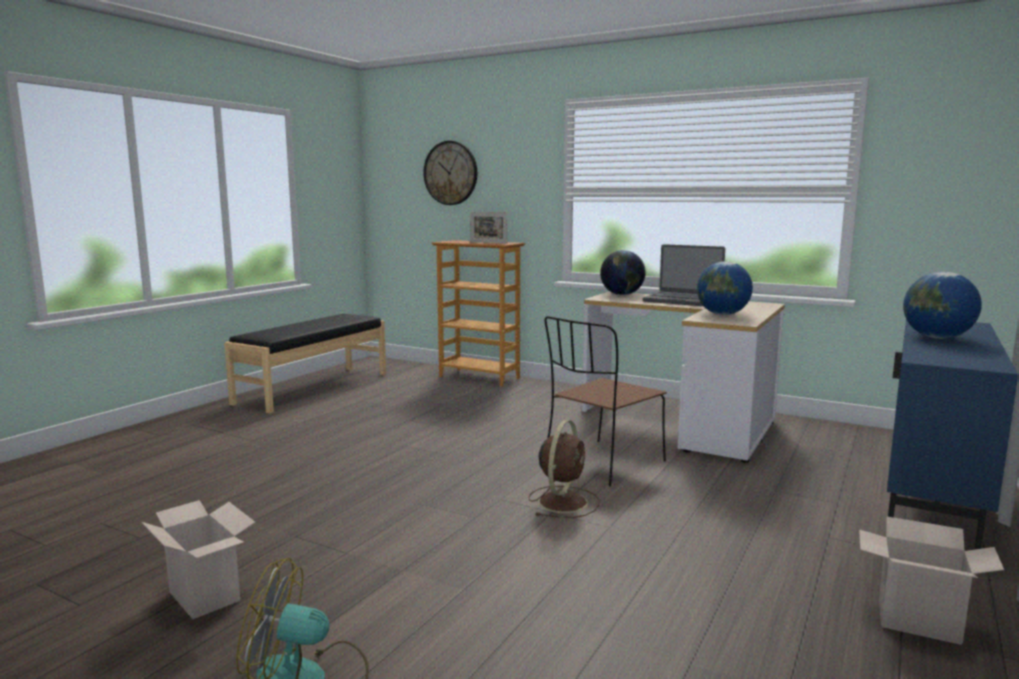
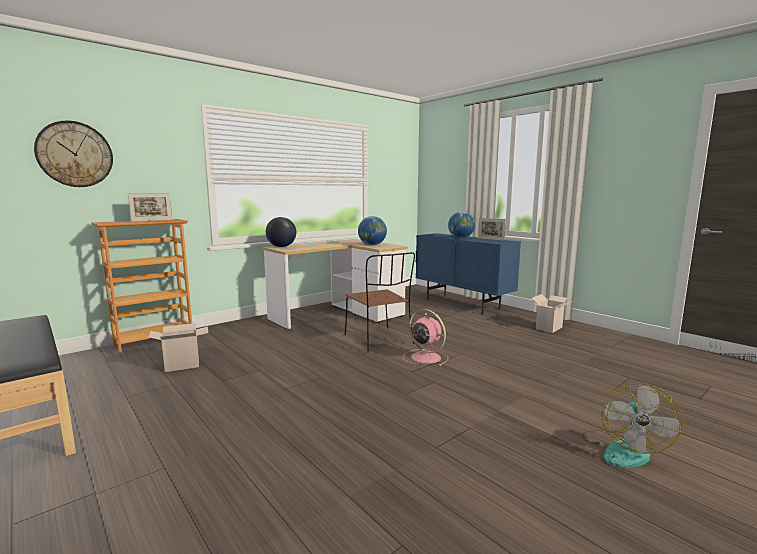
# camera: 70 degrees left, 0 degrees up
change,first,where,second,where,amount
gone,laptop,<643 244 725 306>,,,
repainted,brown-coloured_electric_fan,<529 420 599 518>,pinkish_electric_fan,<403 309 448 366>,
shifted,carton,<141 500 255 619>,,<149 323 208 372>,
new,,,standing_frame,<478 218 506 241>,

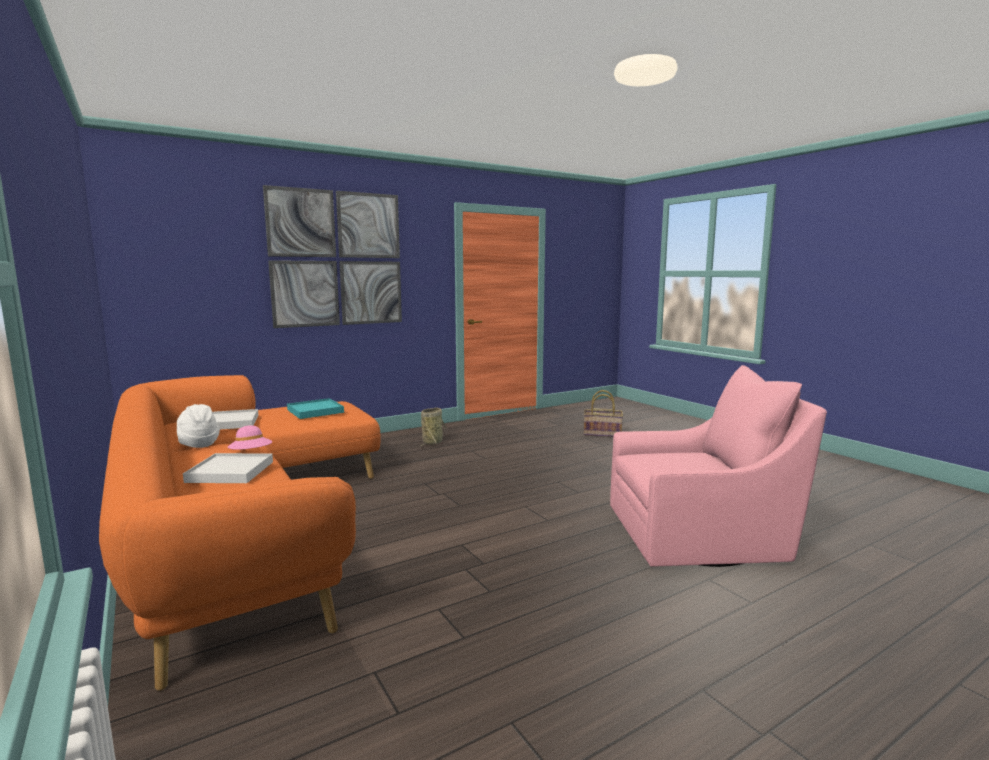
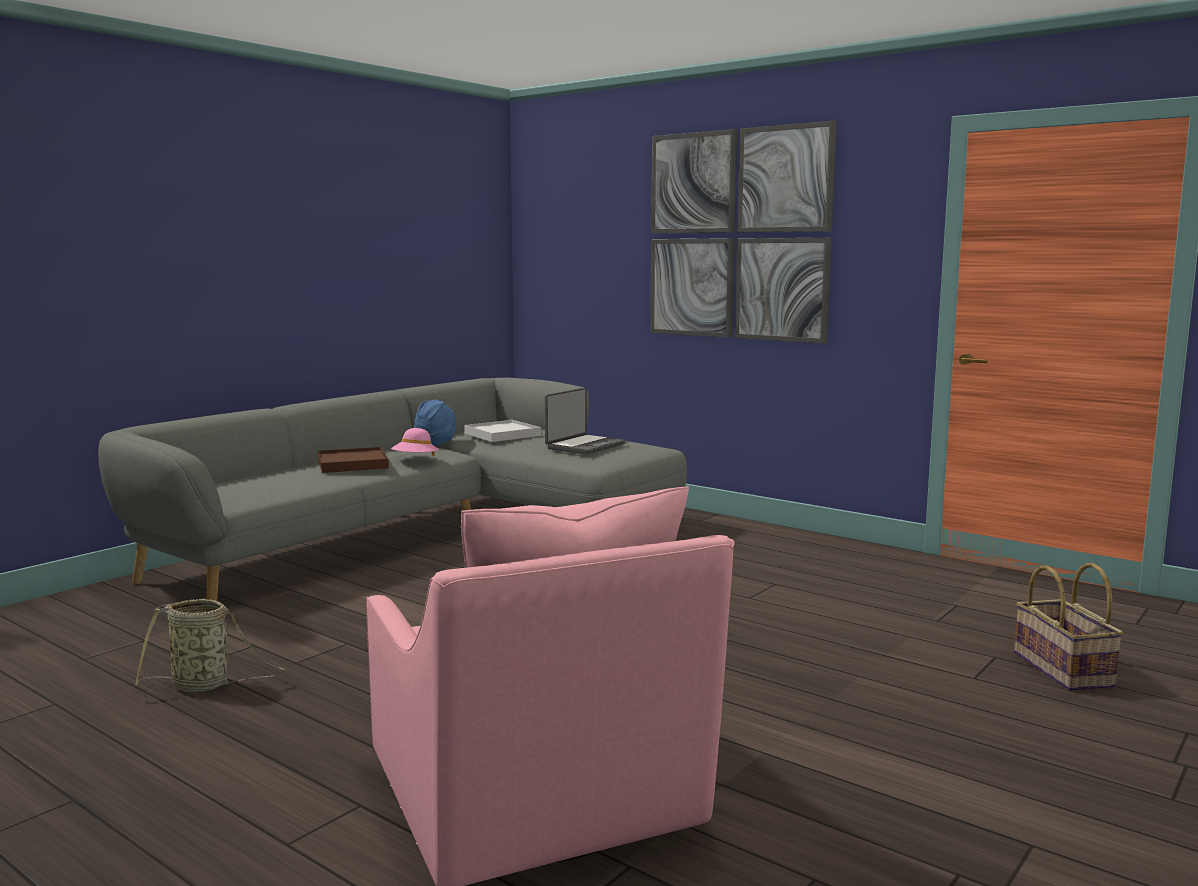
# camera: 70 degrees right, 0 degrees up
change,first,where,second,where,amount
repainted,orange-coloured_couch,<99 375 381 691>,grey_couch,<98 378 687 601>,
swapped,turquoise-coloured_serving_tray,<287 398 344 419>,laptop,<545 388 626 454>,
repainted,white-coloured_clothing_hat,<177 404 220 448>,blue-coloured_clothing_hat,<414 399 456 446>,
shifted,basket,<420 408 446 447>,,<135 599 285 692>,
repainted,white-coloured_serving_tray,<183 453 273 483>,brown-coloured_serving_tray,<318 447 389 473>,

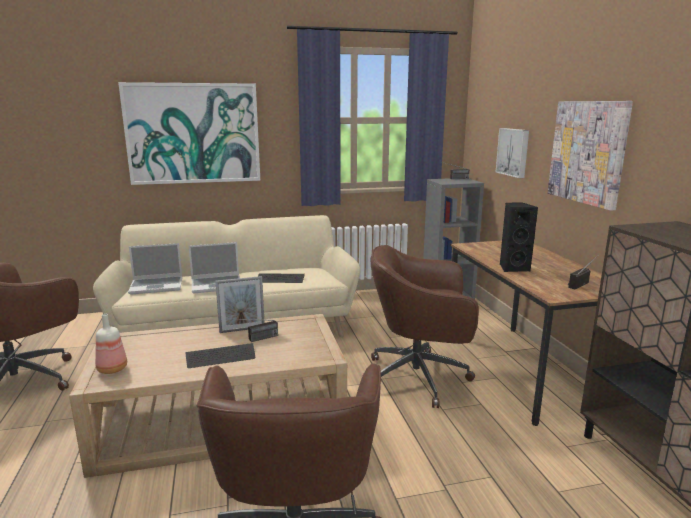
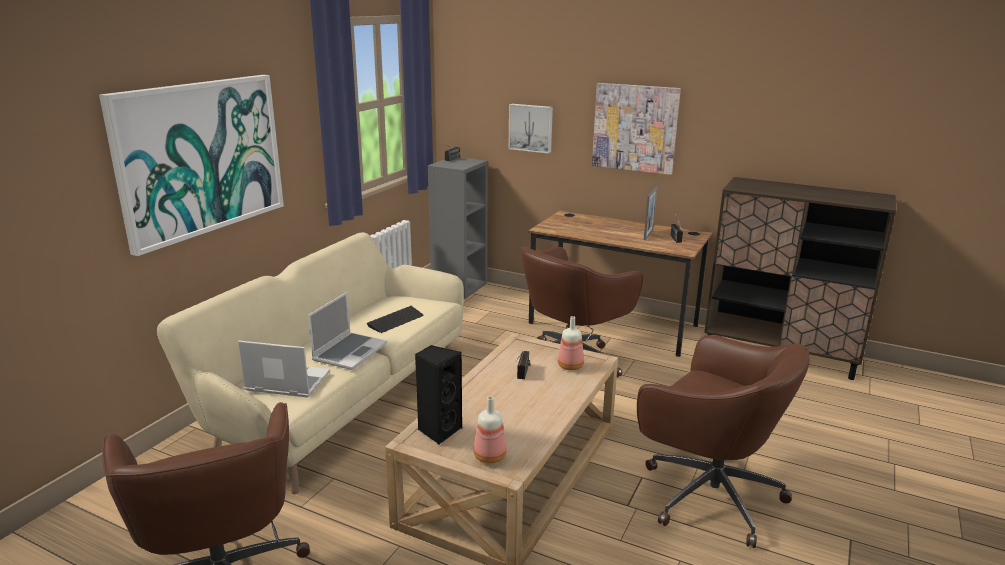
# camera: 50 degrees left, 5 degrees up
change,first,where,second,where,amount
shifted,blackish_speaker,<500 202 538 272>,,<415 345 462 445>,
rotated,laptop,<128 243 182 295>,,<238 340 330 397>,105 degrees counterclockwise
shifted,standing_frame,<215 276 265 333>,,<644 187 657 240>,
gone,computer_keyboard,<185 343 255 368>,,,
new,,,beverage_bottle,<558 316 584 370>,

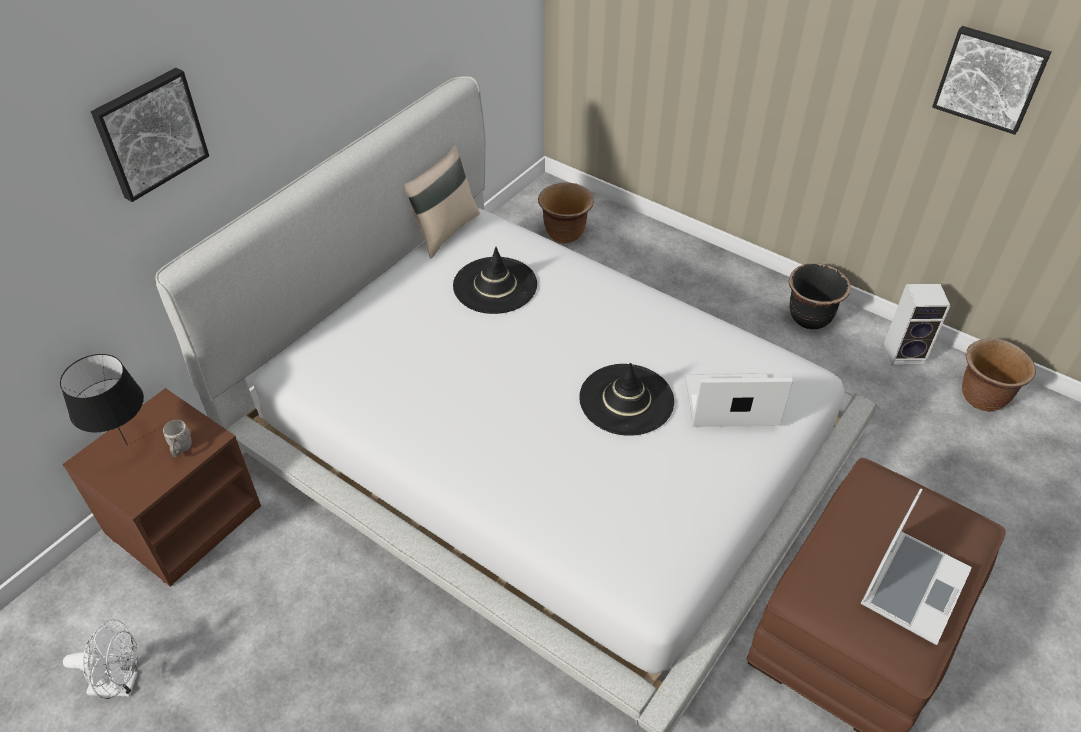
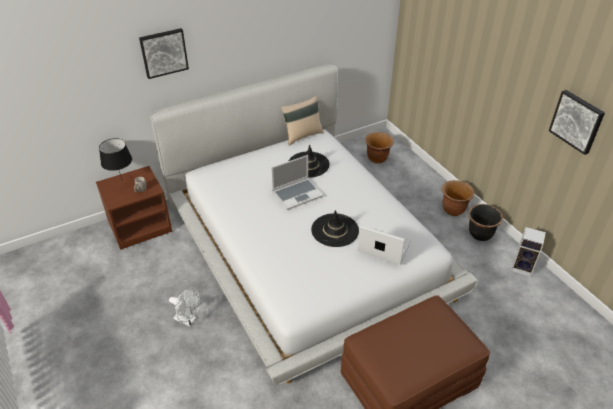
# camera: 25 degrees right, 5 degrees down
change,first,where,second,where,amount
shifted,brown-coloured_plant_pot,<962 339 1036 412>,,<442 180 474 216>,
shifted,laptop,<861 489 972 645>,,<271 155 323 210>,
shifted,white-coloured_electric_fan,<63 619 138 699>,,<169 287 200 326>,

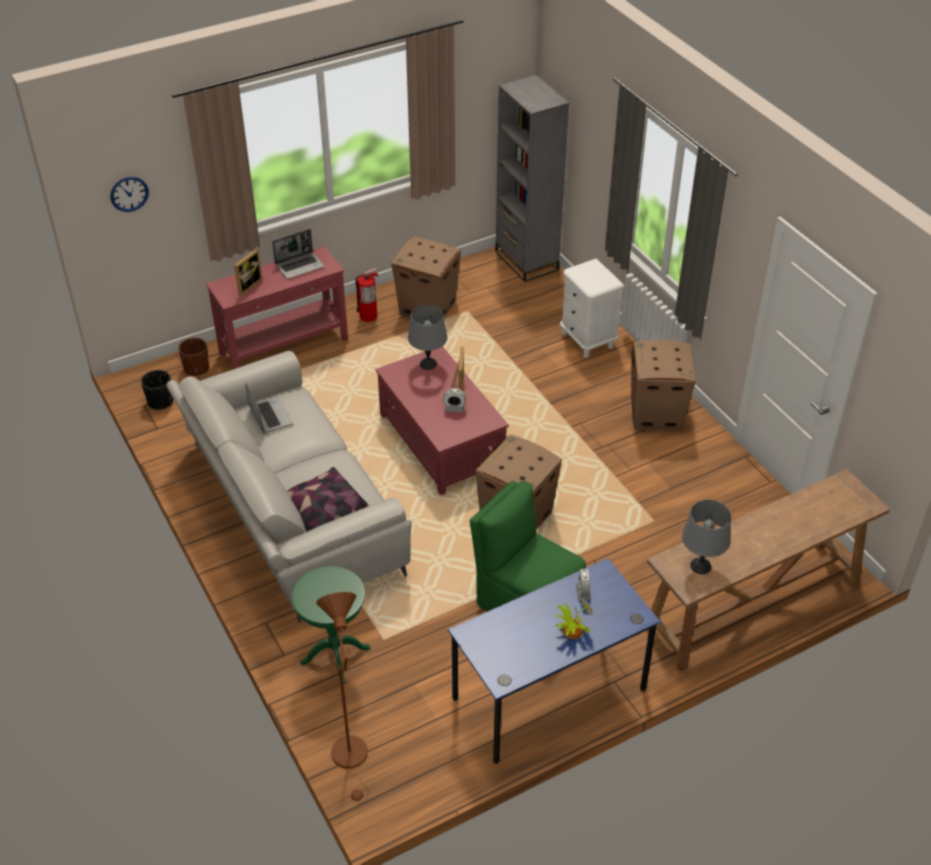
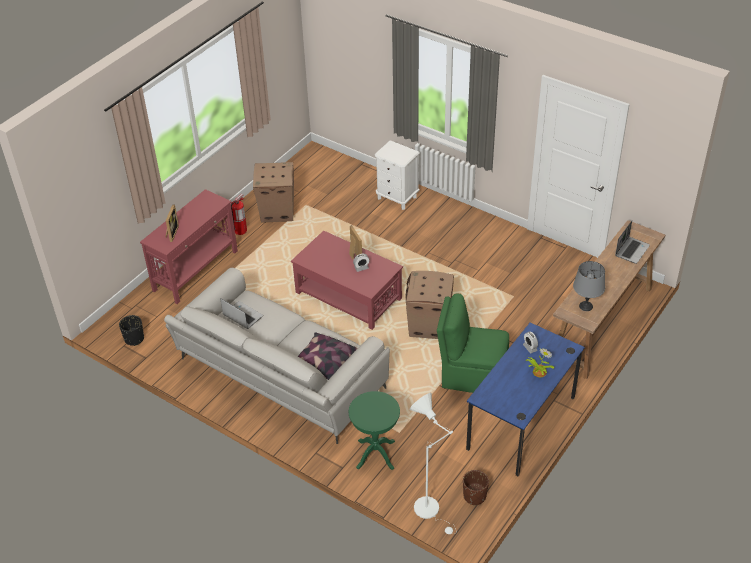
# camera: 25 degrees left, 0 degrees up
change,first,where,second,where,amount
gone,grey_bookshelf,<495 75 569 282>,,,
gone,wall_clock,<110 177 149 212>,,,
shifted,laptop,<272 229 325 279>,,<615 221 650 264>,
gone,grey_lamp_for_a_table,<408 305 448 370>,,,
shifted,brown-coloured_plant_pot,<178 337 209 376>,,<463 470 489 506>,
gone,carton,<631 340 696 430>,,,
repainted,brown-coloured_standard_lamp,<316 592 369 803>,white-coloured_standard_lamp,<410 393 457 534>,

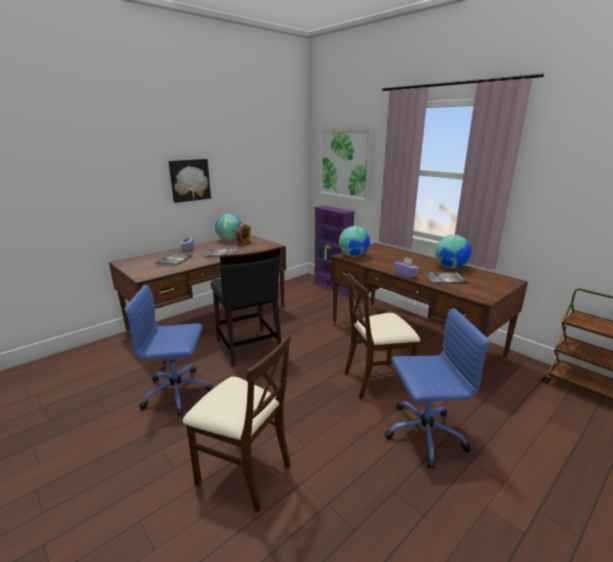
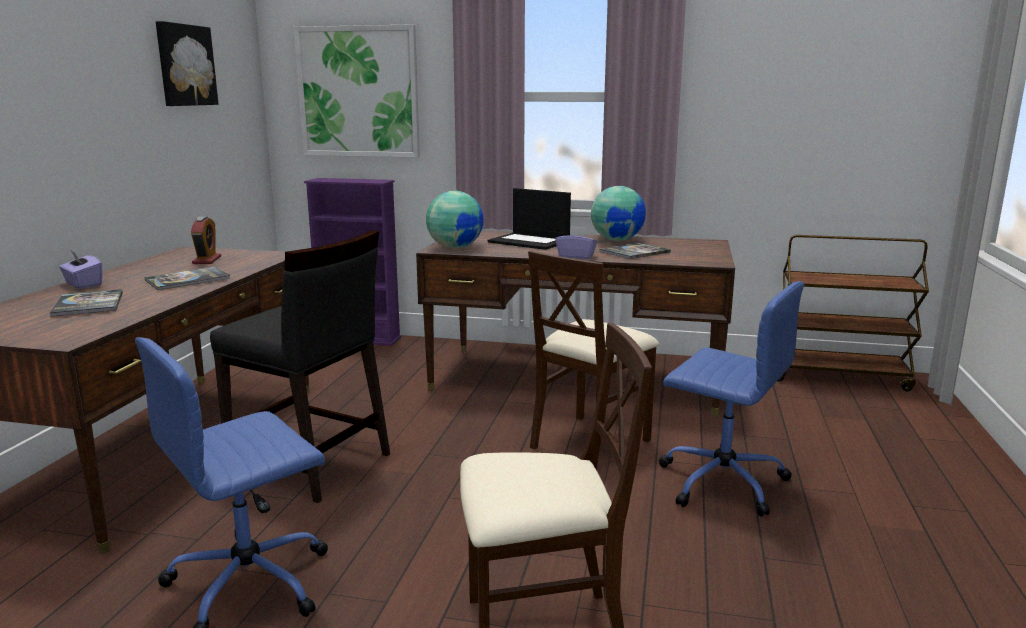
# camera: 35 degrees left, 5 degrees down
change,first,where,second,where,amount
shifted,wall_art,<169 159 211 203>,,<156 21 219 106>,
gone,world_globe,<215 214 242 241>,,,
rotated,blue-coloured_office_chair,<385 308 489 469>,,<659 281 804 517>,75 degrees clockwise
new,,,laptop,<488 188 571 250>,

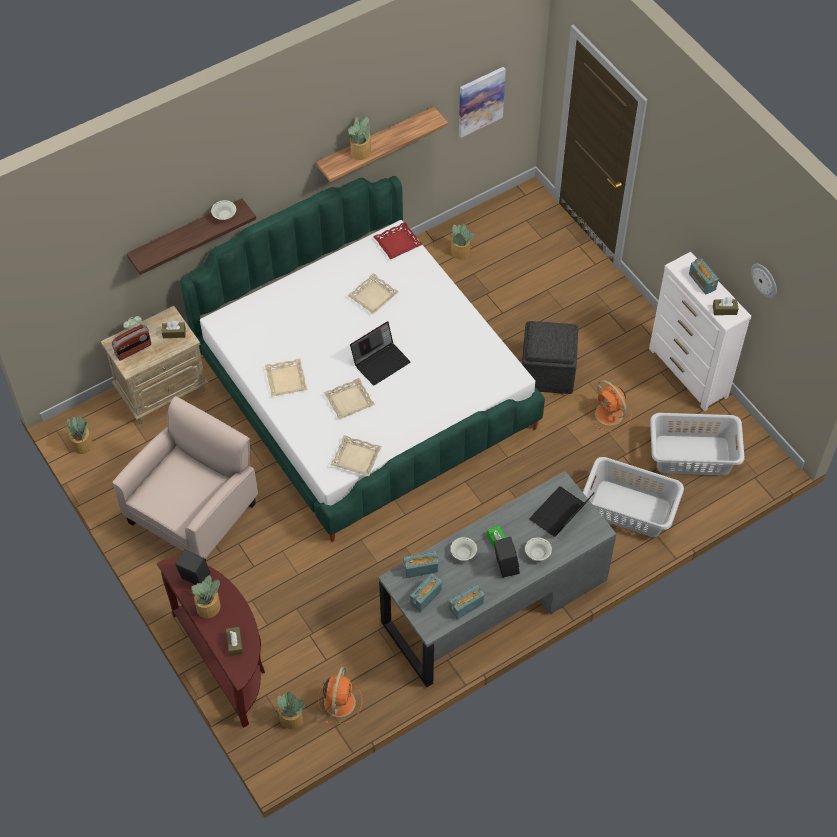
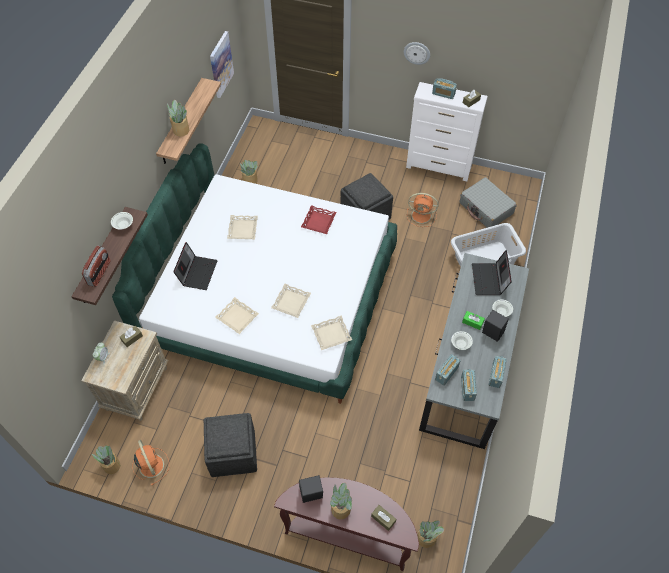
# camera: 40 degrees left, 0 degrees up
change,first,where,second,where,amount
shifted,red-coloured_serving_tray,<373 222 423 260>,,<301 205 337 234>,
shifted,wall_clock,<751 263 777 299>,,<404 42 430 65>,
shifted,laptop,<350 321 410 386>,,<173 242 218 290>,
shifted,radio_receiver,<112 324 151 361>,,<82 245 111 287>,
swapped,beige_lounge_chair,<113 396 258 561>,grey_pouffe,<204 413 257 477>,
swapped,grey_washing_basket,<650 413 744 475>,grey_travel_case,<460 177 517 228>,
shifted,orange-coloured_electric_fan,<318 667 362 724>,,<132 440 169 485>,

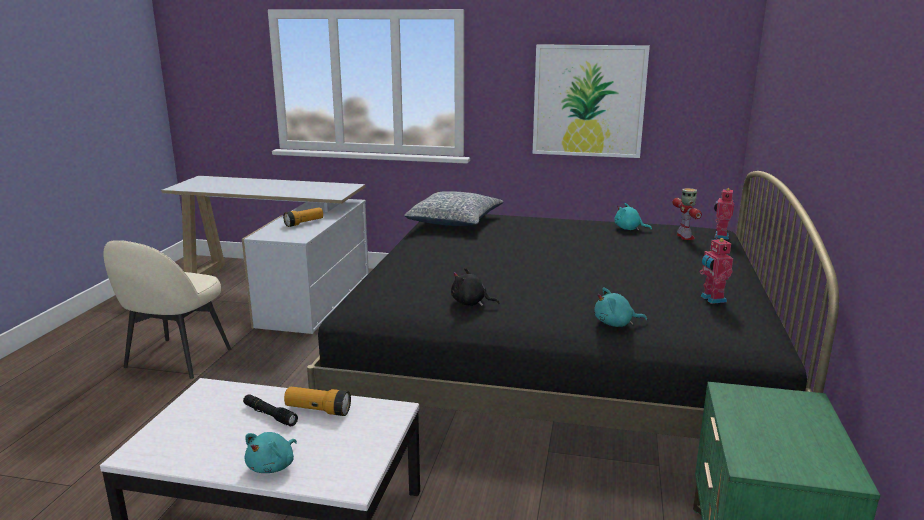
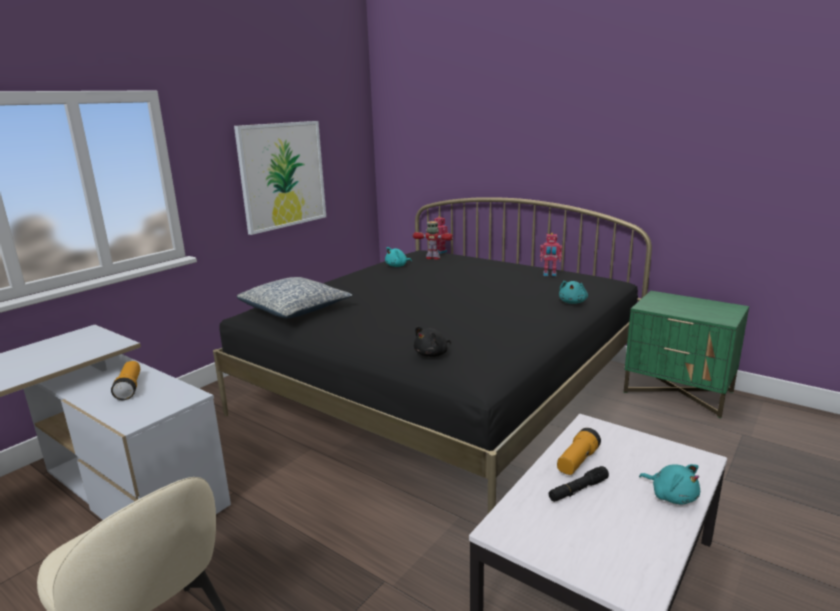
# camera: 65 degrees left, 0 degrees up
change,first,where,second,where,amount
shifted,blackish_cuddly_toy,<451 268 500 306>,,<414 326 451 357>,

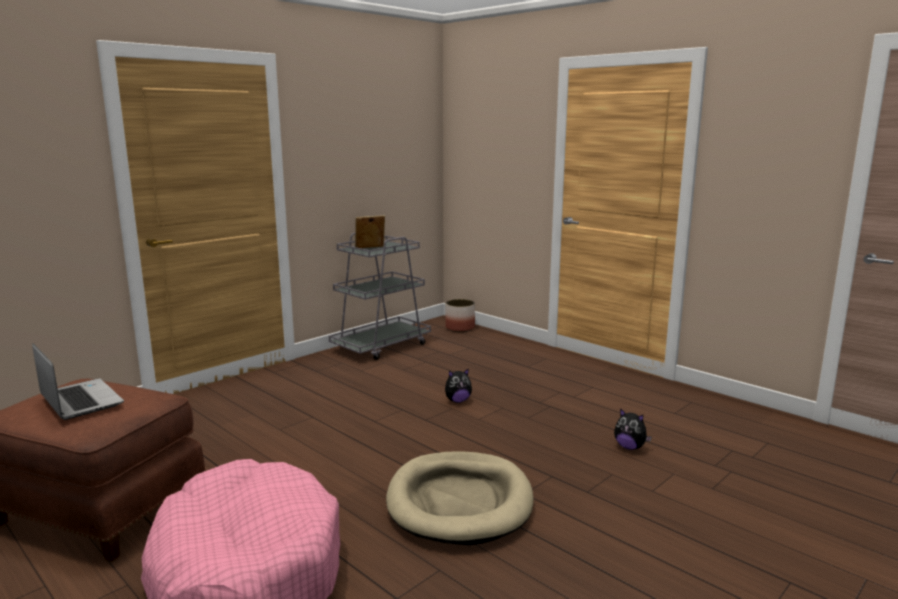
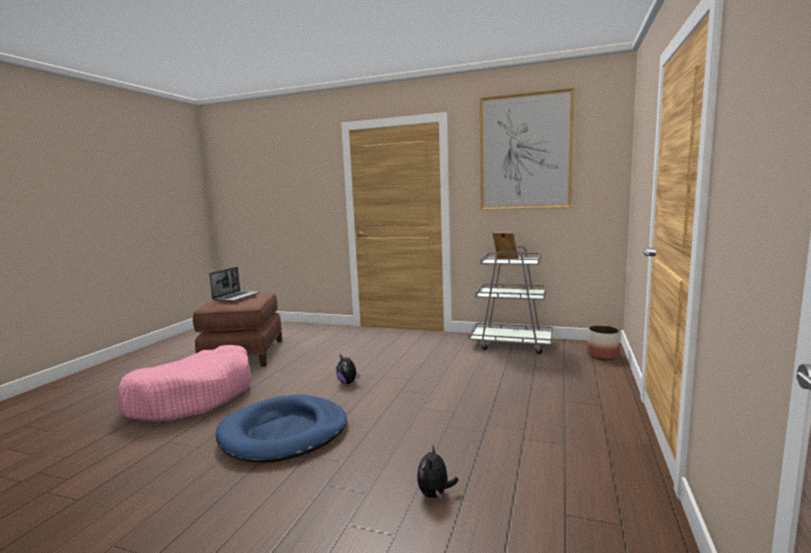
# camera: 65 degrees right, 5 degrees down
change,first,where,second,where,amount
shifted,cuddly_toy,<445 368 472 403>,,<336 355 360 384>,
repainted,beige_dog_bed,<386 451 534 545>,blue-coloured_dog_bed,<216 395 347 463>,
new,,,wall_art,<480 88 574 210>,

